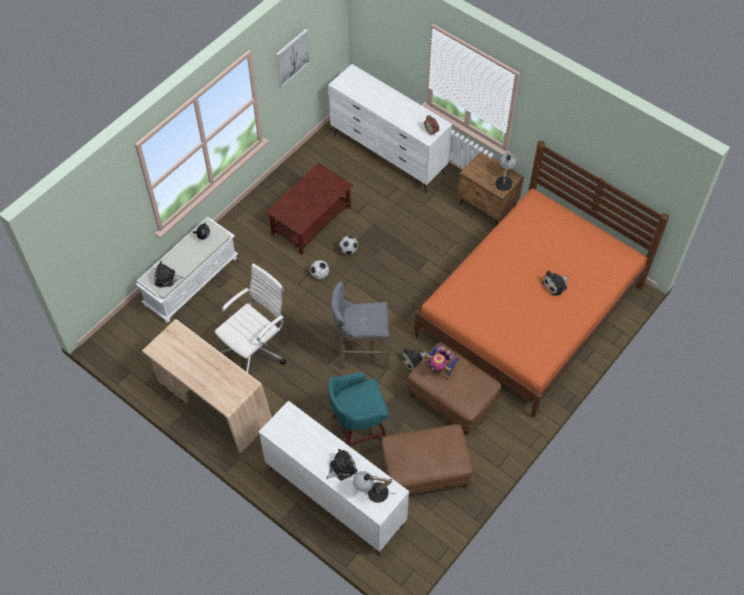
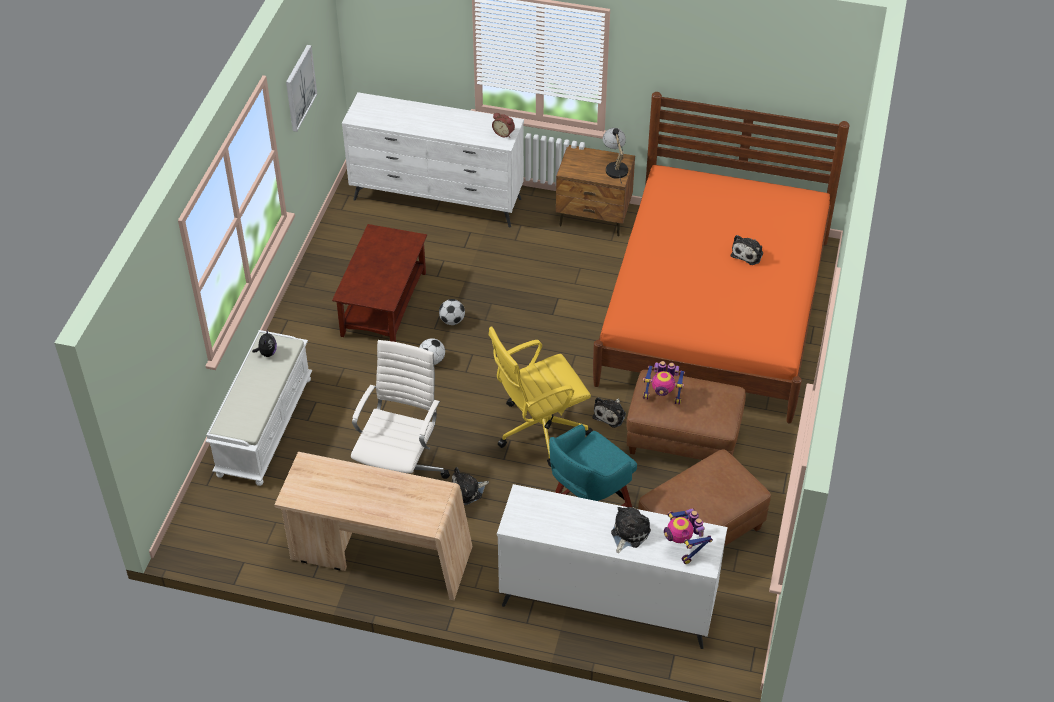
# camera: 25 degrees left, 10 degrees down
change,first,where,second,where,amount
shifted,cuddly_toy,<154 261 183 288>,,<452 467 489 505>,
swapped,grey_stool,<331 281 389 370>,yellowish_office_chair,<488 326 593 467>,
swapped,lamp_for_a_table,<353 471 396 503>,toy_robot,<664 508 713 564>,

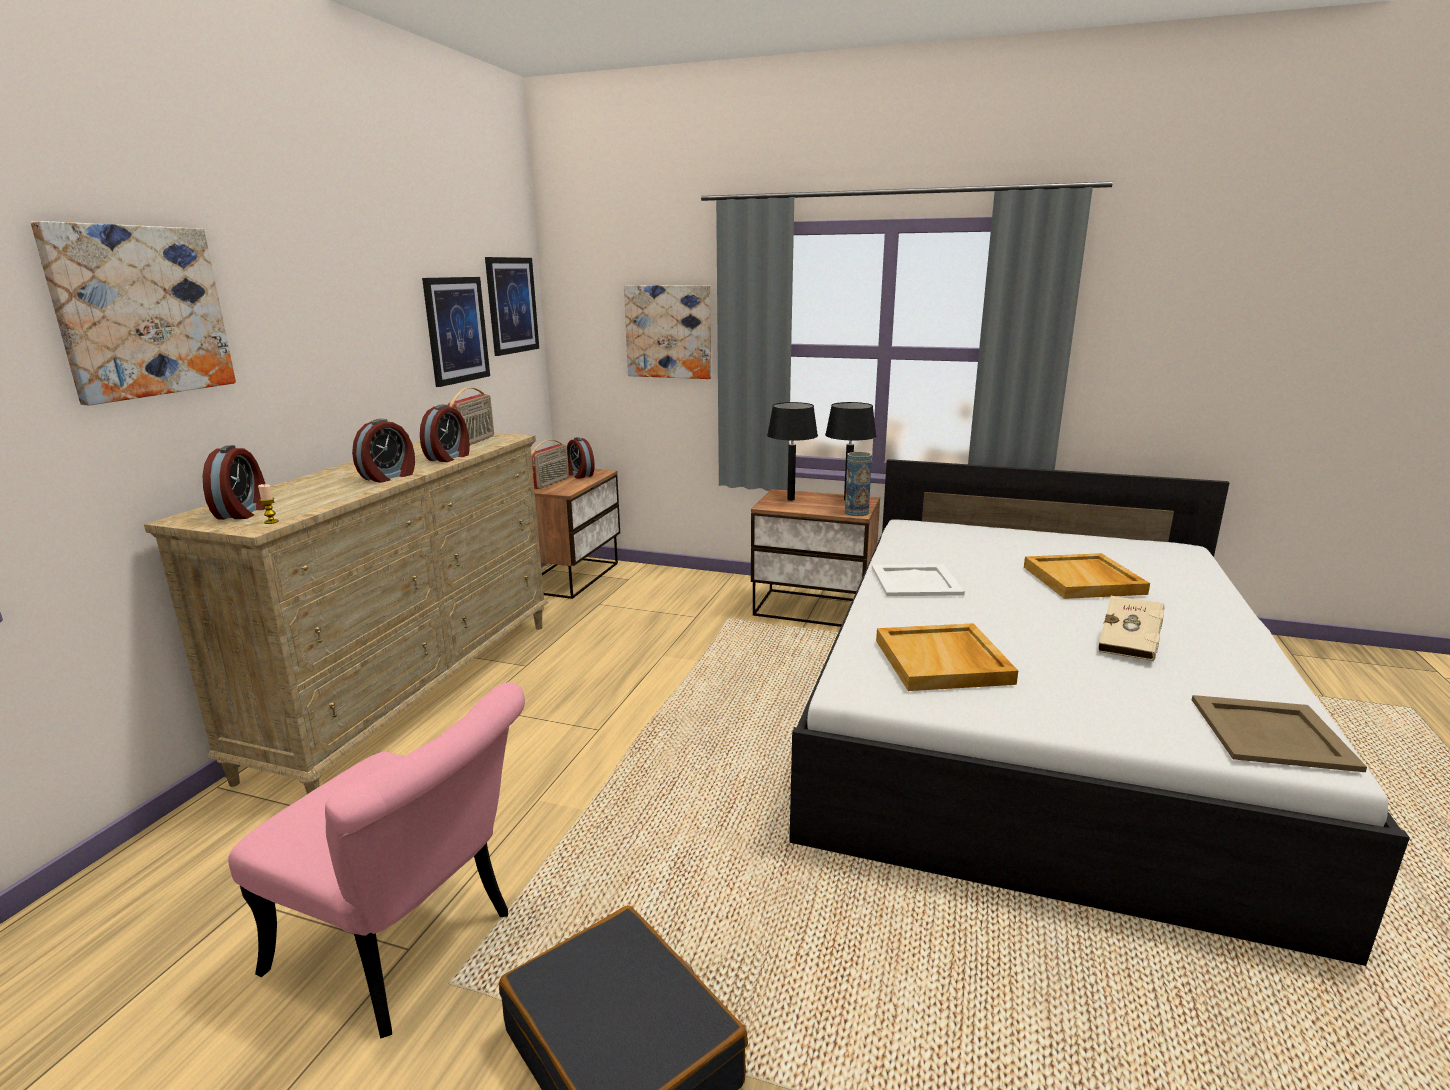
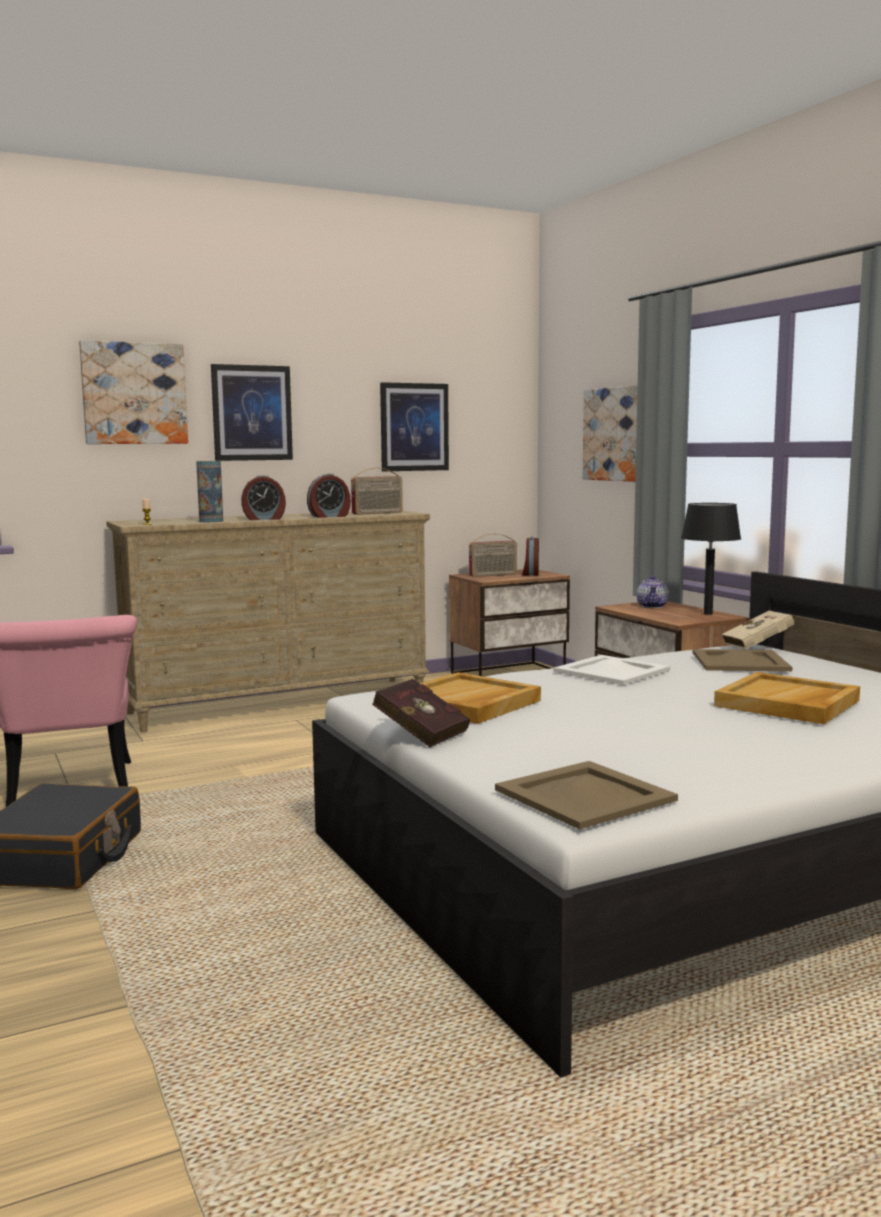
# camera: 45 degrees right, 10 degrees down
change,first,where,second,where,amount
shifted,wall_art,<485 257 539 356>,,<211 364 293 461>,
swapped,blackish_lamp_for_a_table,<767 402 818 501>,tea_pot,<636 576 669 608>,
gone,alarm_clock,<203 445 265 519>,,,
shifted,decorative_vase,<845 452 872 516>,,<196 461 223 522>,
shifted,beige_book,<1099 596 1165 661>,,<722 610 795 649>,
new,,,beige_serving_tray,<693 649 792 671>,
new,,,red-coloured_book,<372 679 470 747>,

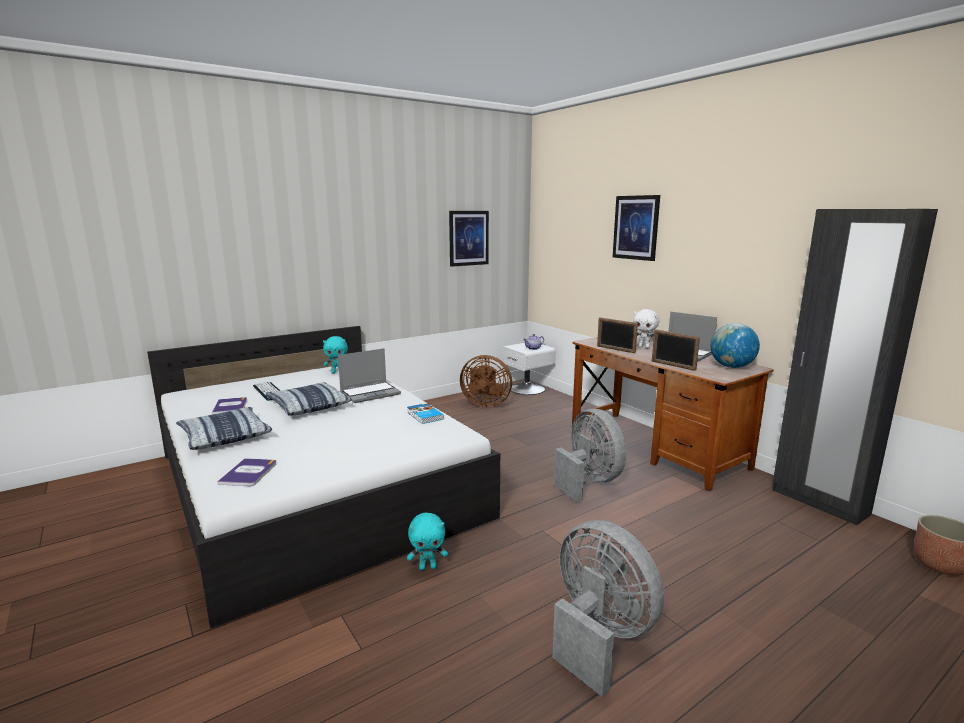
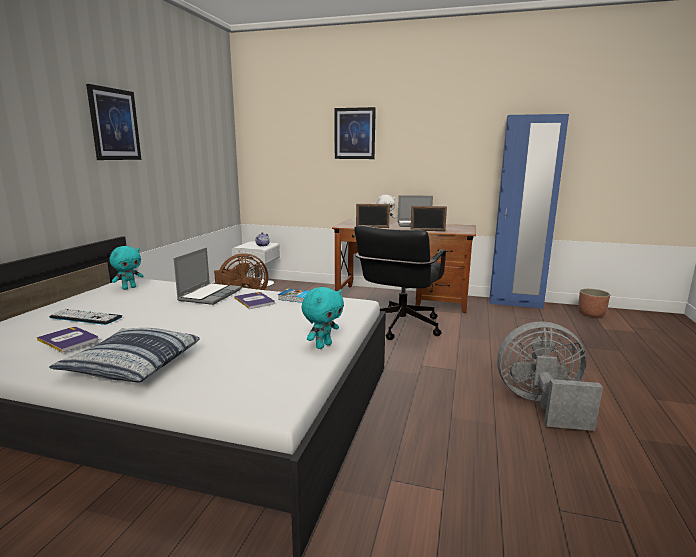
# camera: 40 degrees left, 0 degrees up
change,first,where,second,where,amount
repainted,blackish_wardrobe,<772 209 938 526>,blue-coloured_wardrobe,<490 114 569 309>,
shifted,wall_art,<449 211 489 267>,,<86 84 141 160>,
gone,world_globe,<710 323 760 368>,,,
gone,throw_pillow,<265 382 352 416>,,,
swapped,grey_electric_fan,<554 409 626 502>,blackish_office_chair,<354 226 446 340>,
shifted,book,<217 458 276 486>,,<234 292 275 309>,
shifted,turquoise-coloured_cuddly_toy,<407 513 448 570>,,<302 287 344 349>,

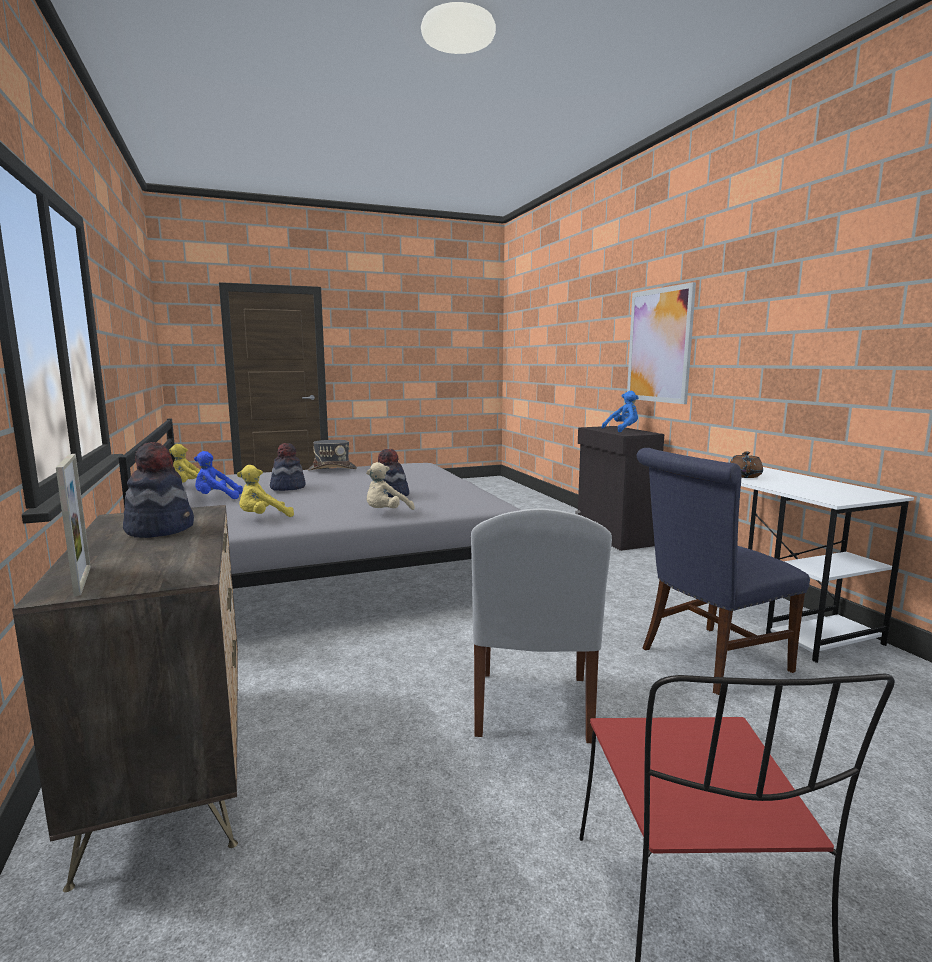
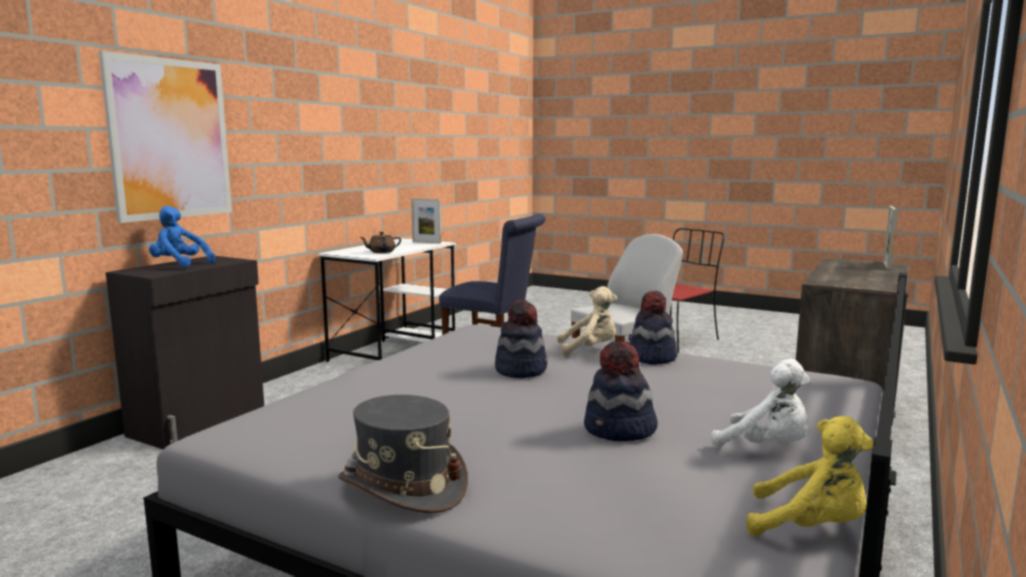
# camera: 130 degrees left, 0 degrees up
change,first,where,second,where,amount
shifted,clothing_hat,<123 442 194 538>,,<629 291 677 365>,
repainted,blue-coloured_cuddly_toy,<194 451 243 499>,white-coloured_cuddly_toy,<711 359 810 448>,
gone,yellowish_cuddly_toy,<237 465 294 517>,,,
new,,,standing_frame,<411 198 441 244>,

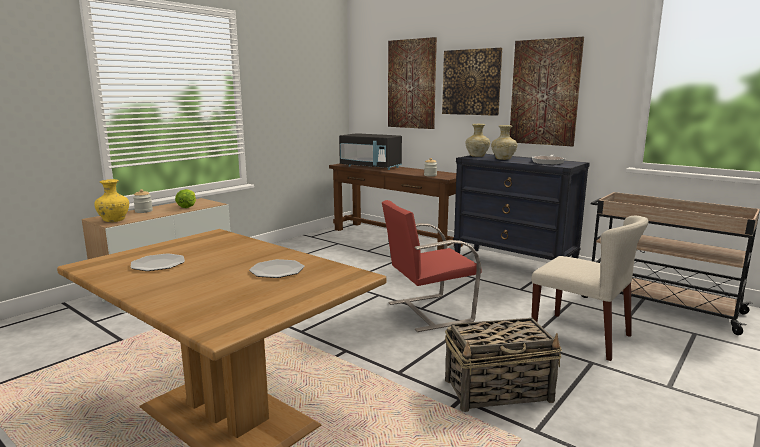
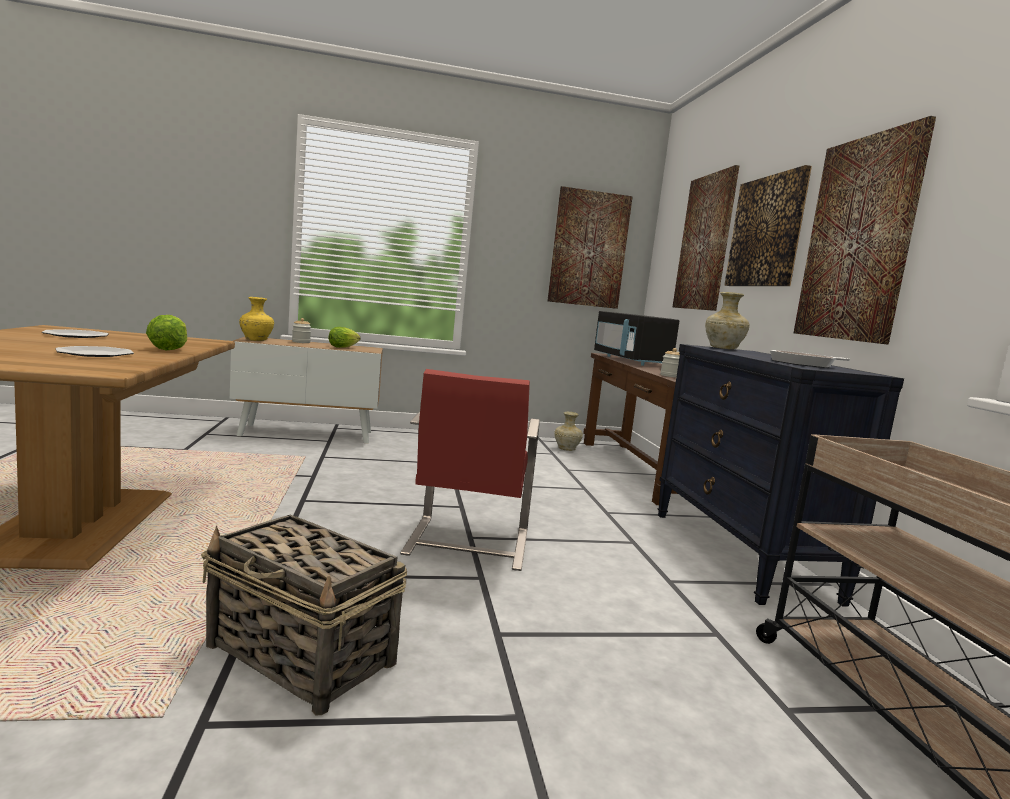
# camera: 40 degrees right, 5 degrees down
change,first,where,second,where,amount
shifted,beige_decorative_vase,<491 125 517 160>,,<554 412 583 451>,
rotated,red-coloured_chair,<382 200 481 332>,,<400 369 540 571>,105 degrees counterclockwise
gone,beige_chair,<531 215 649 361>,,,
new,,,wall_art,<548 186 633 309>,
new,,,lettuce_head,<146 315 187 350>,

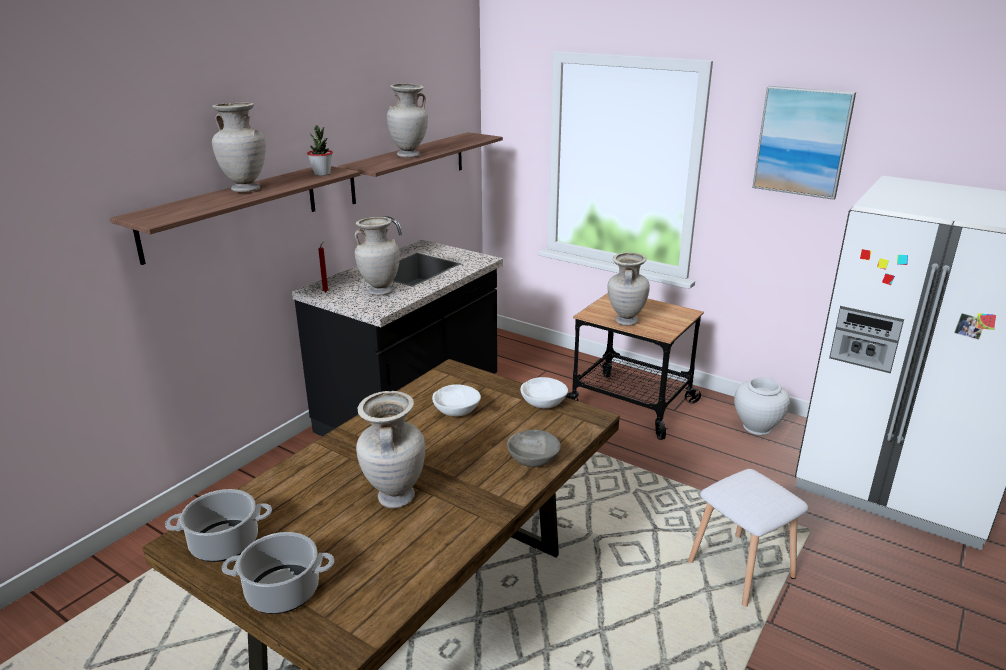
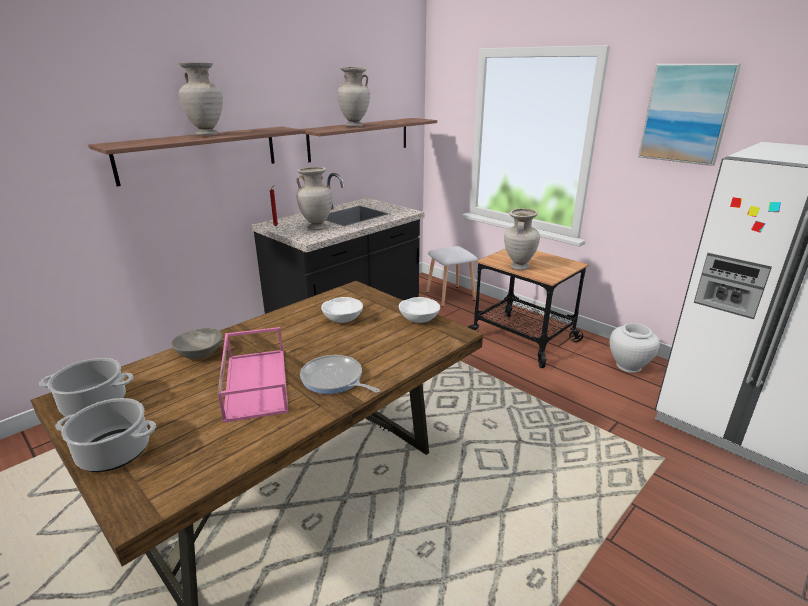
# camera: 10 degrees right, 0 degrees up
change,first,where,second,where,amount
gone,potted_plant,<307 125 333 176>,,,
swapped,beige_decorative_vase,<356 391 425 509>,pinkish_serving_tray,<218 327 288 423>,
shifted,grey_serving_bowl,<507 430 561 467>,,<171 328 223 359>,
shifted,white-coloured_stool,<688 469 808 607>,,<426 246 477 307>,
new,,,pan,<300 355 380 394>,

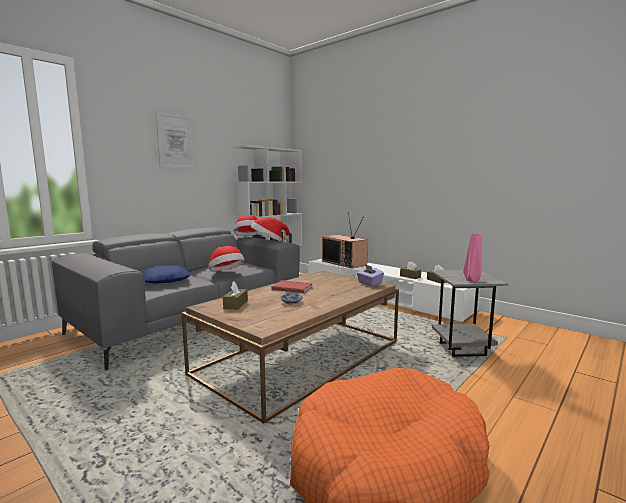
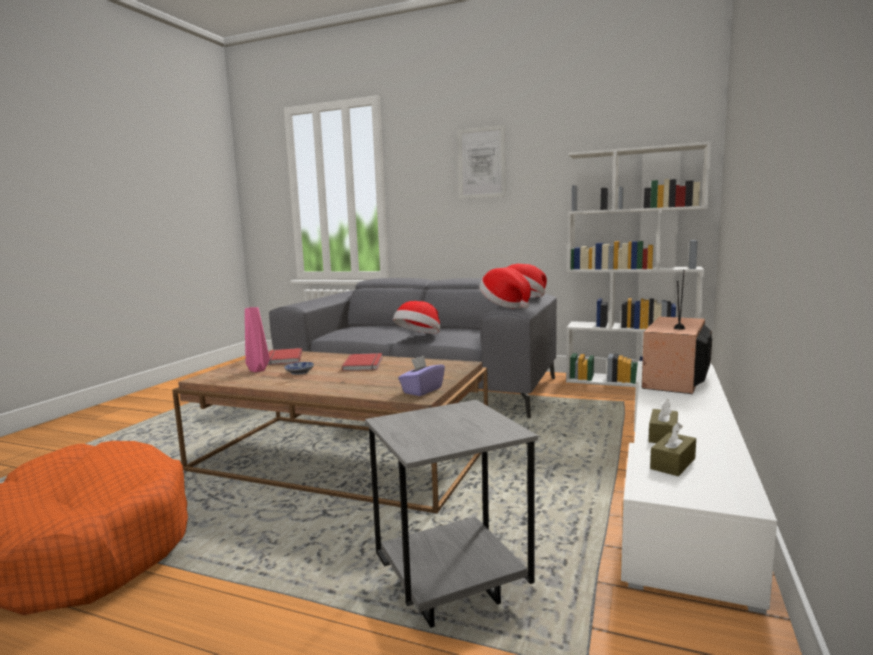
# camera: 70 degrees right, 0 degrees up
change,first,where,second,where,amount
shifted,pinkish_decorative_vase,<463 233 482 282>,,<245 307 270 372>,
gone,blue-coloured_throw_pillow,<141 265 190 284>,,,
swapped,brown-coloured_tissue_holder,<223 282 248 310>,red-coloured_book,<267 348 302 365>,

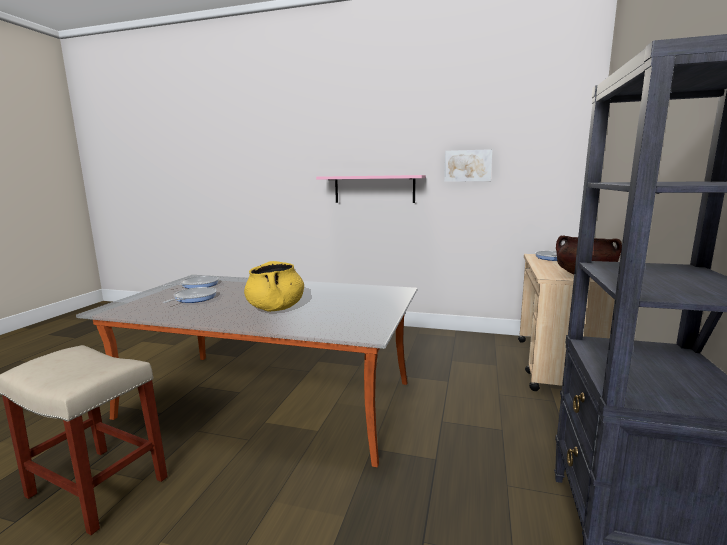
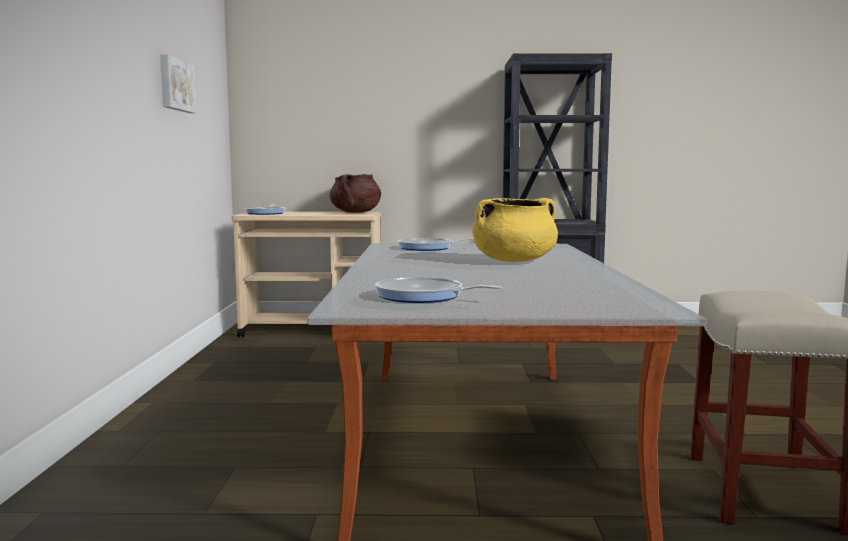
# camera: 105 degrees left, 5 degrees down
change,first,where,second,where,amount
gone,pinkish_shelf,<316 175 426 203>,,,
shifted,pan,<163 287 217 303>,,<398 238 474 251>,

